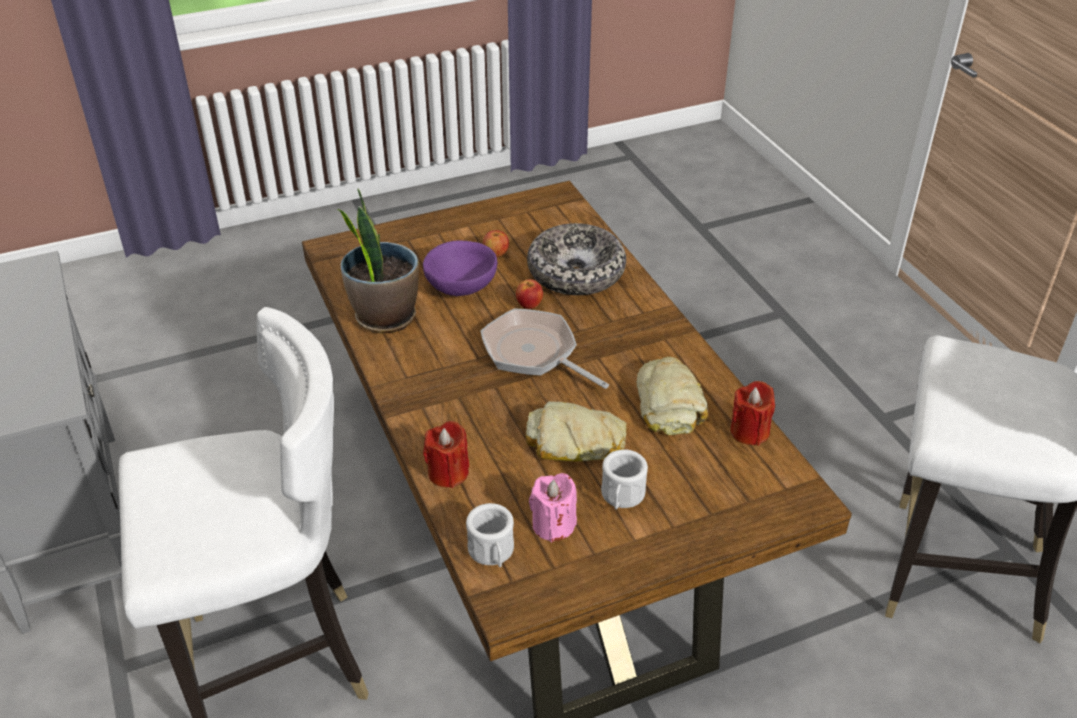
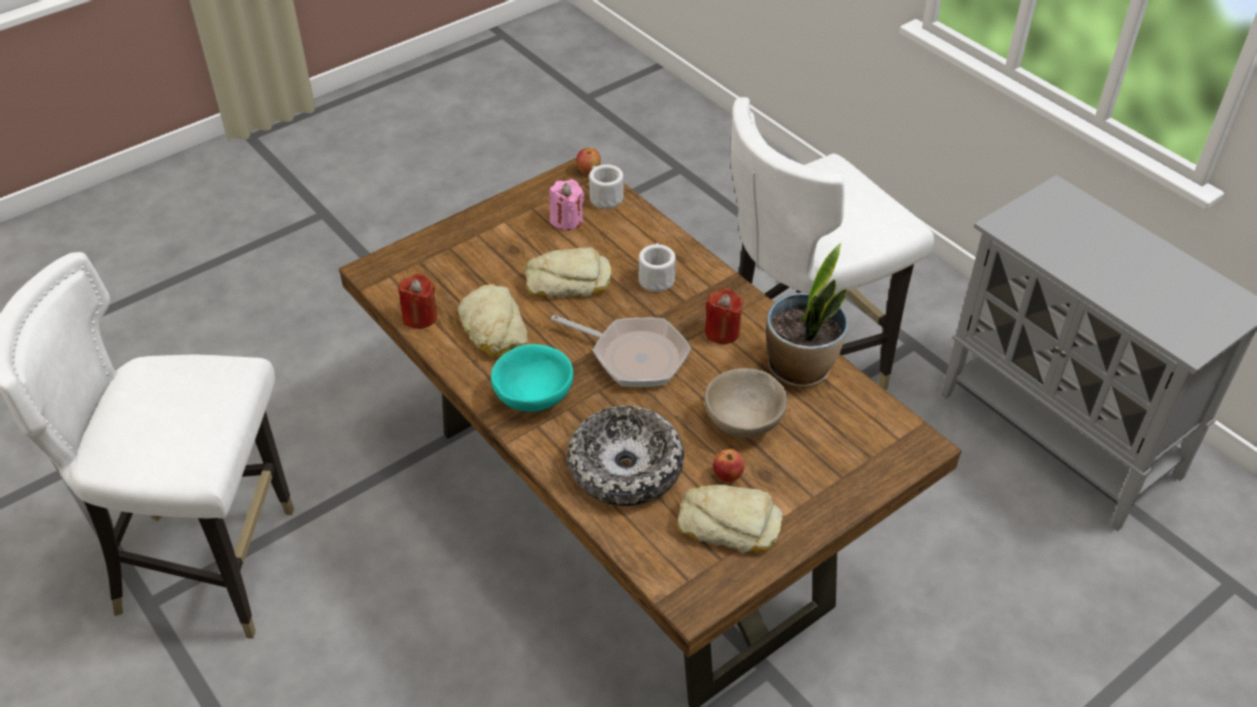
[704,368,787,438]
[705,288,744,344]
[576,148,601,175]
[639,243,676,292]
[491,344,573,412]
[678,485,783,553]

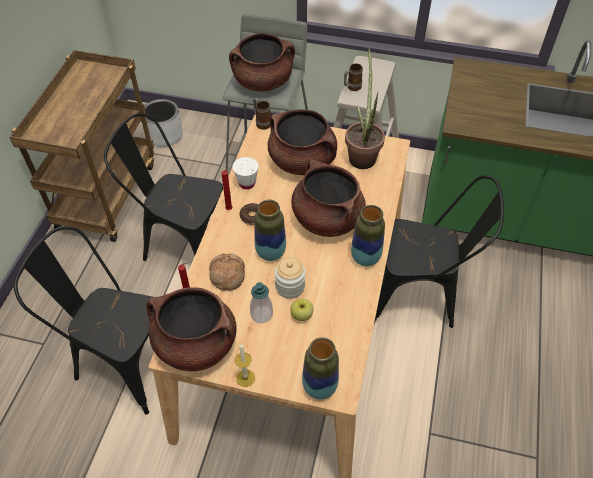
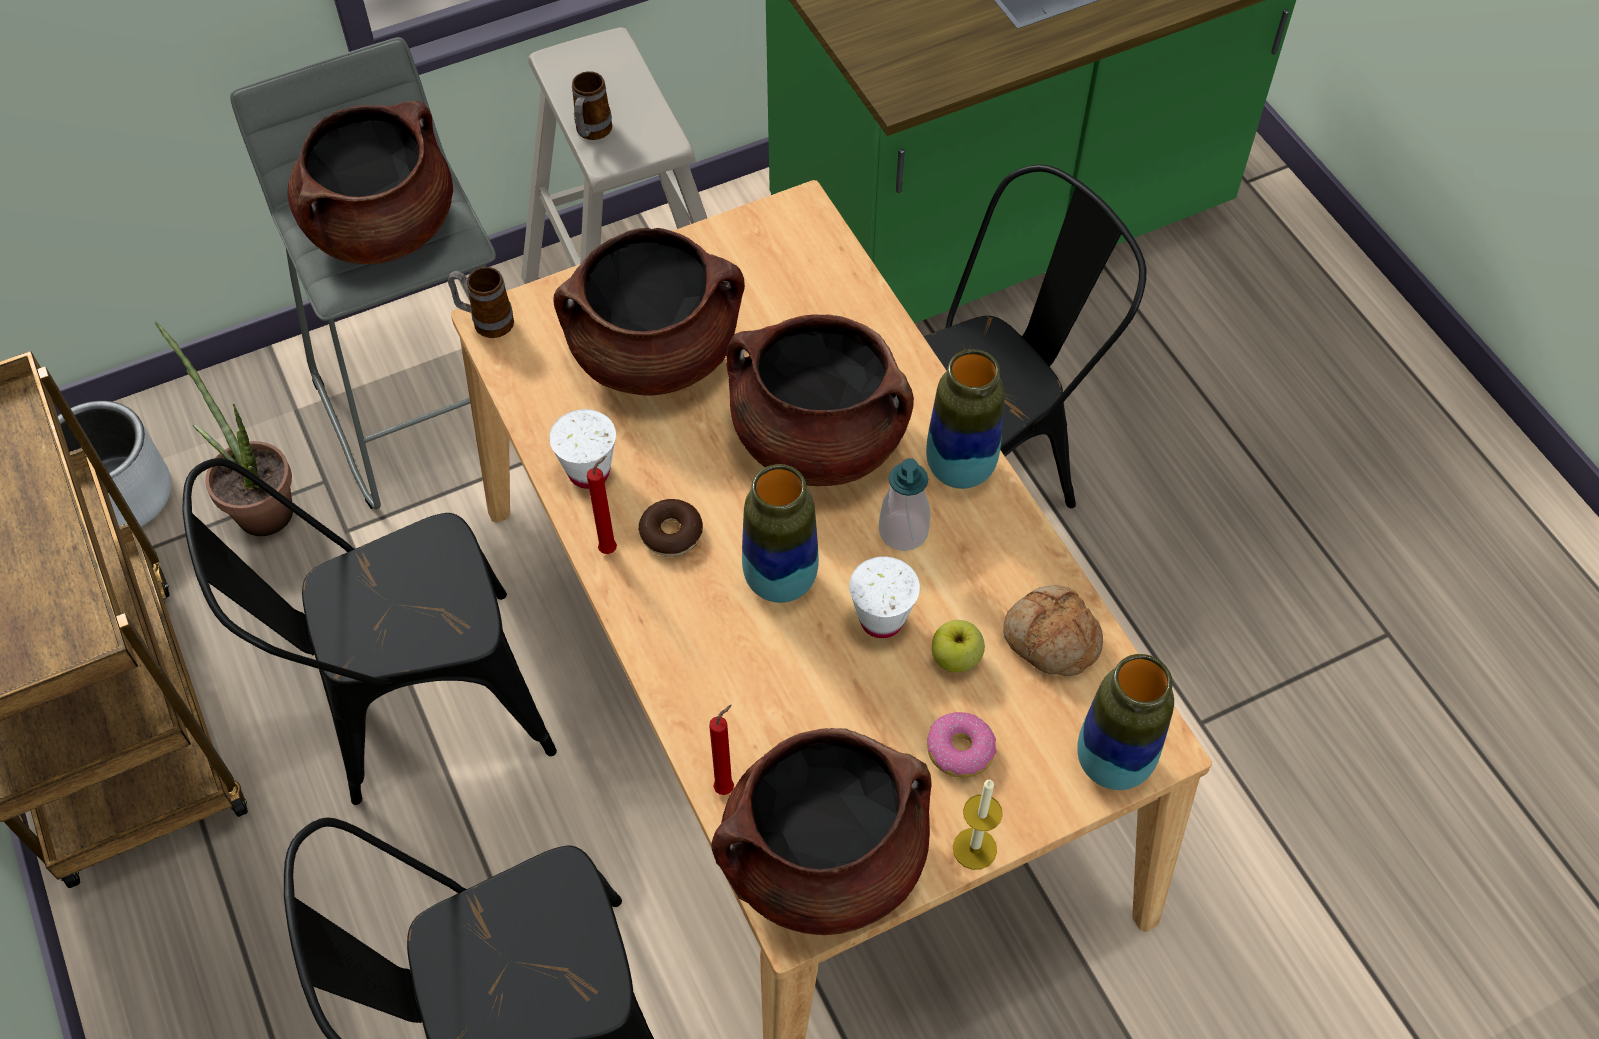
[1003,585,1103,677]
[879,458,930,551]
[849,556,920,638]
[155,322,293,536]
[927,712,996,778]

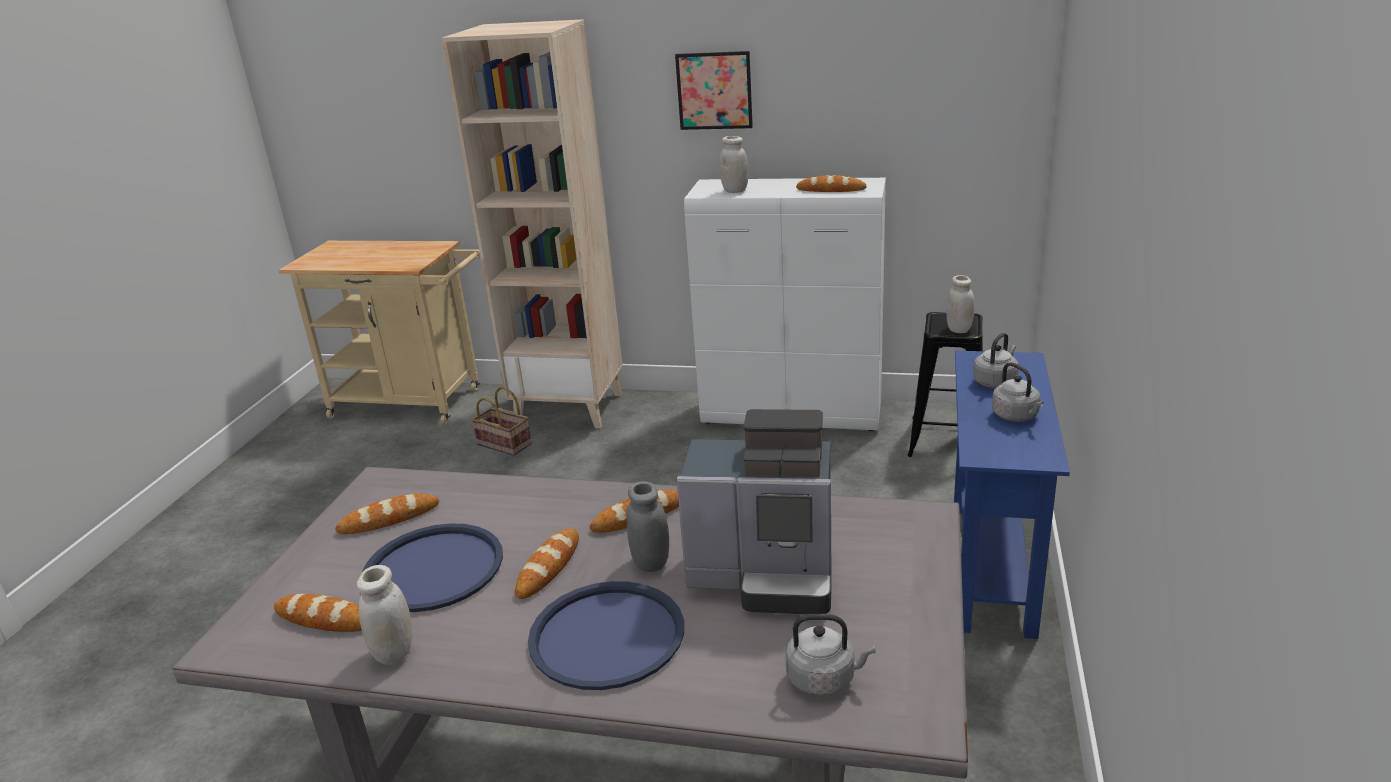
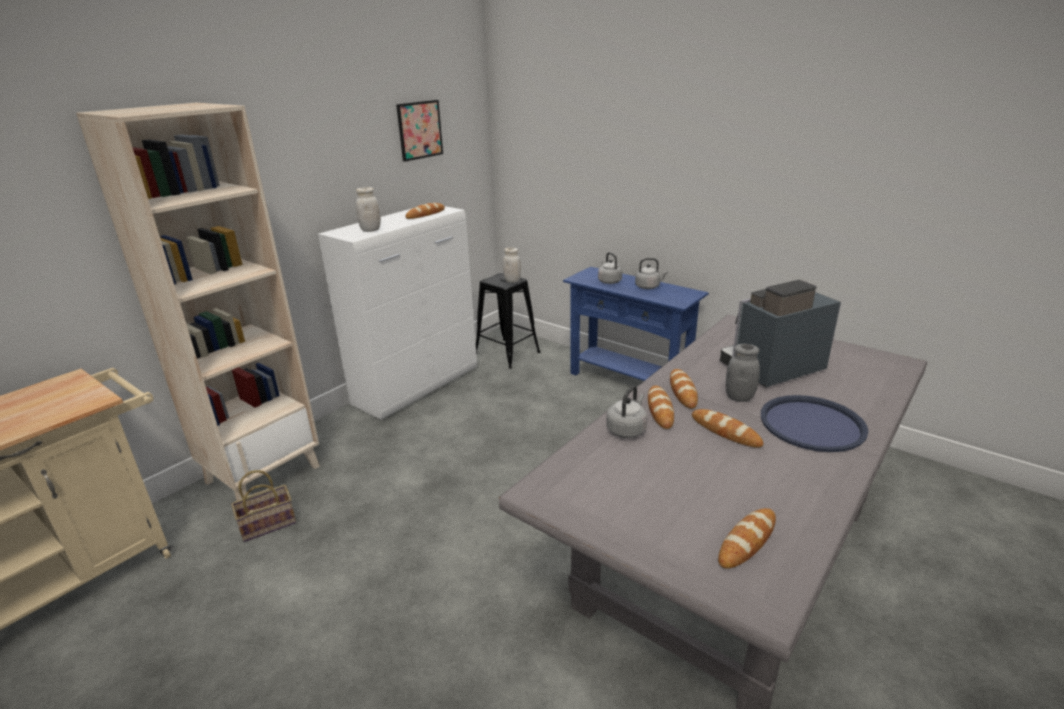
[648,386,674,429]
[357,565,412,665] (first image)
[362,523,503,612] (first image)
[396,100,443,162]
[720,280,841,387]
[606,386,647,438]

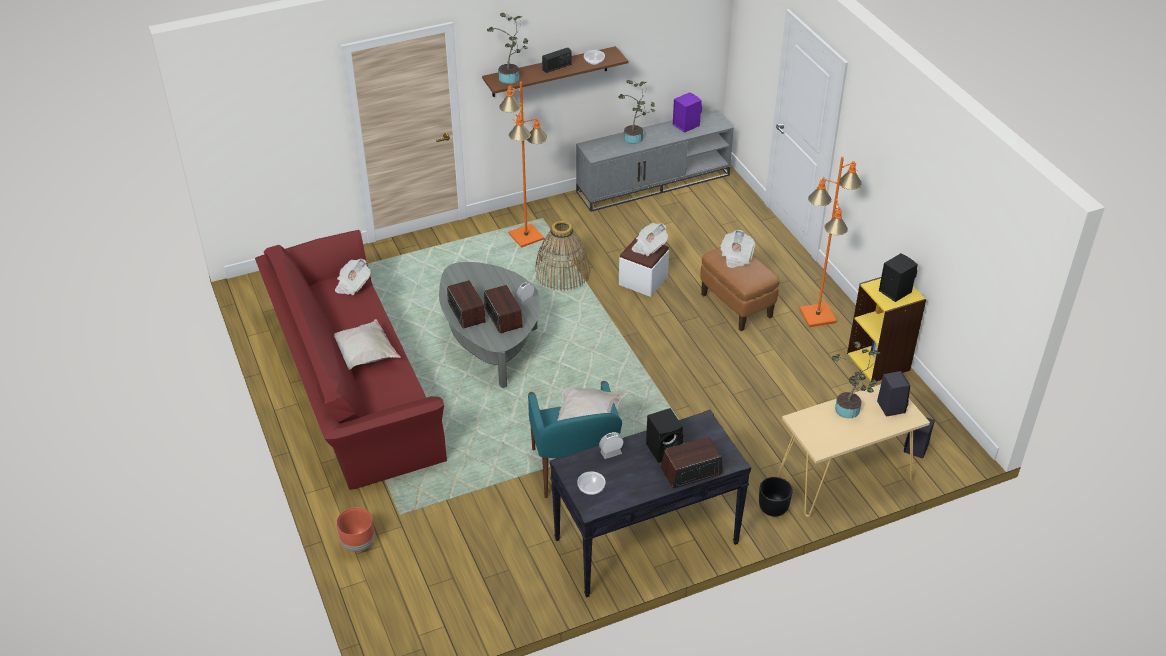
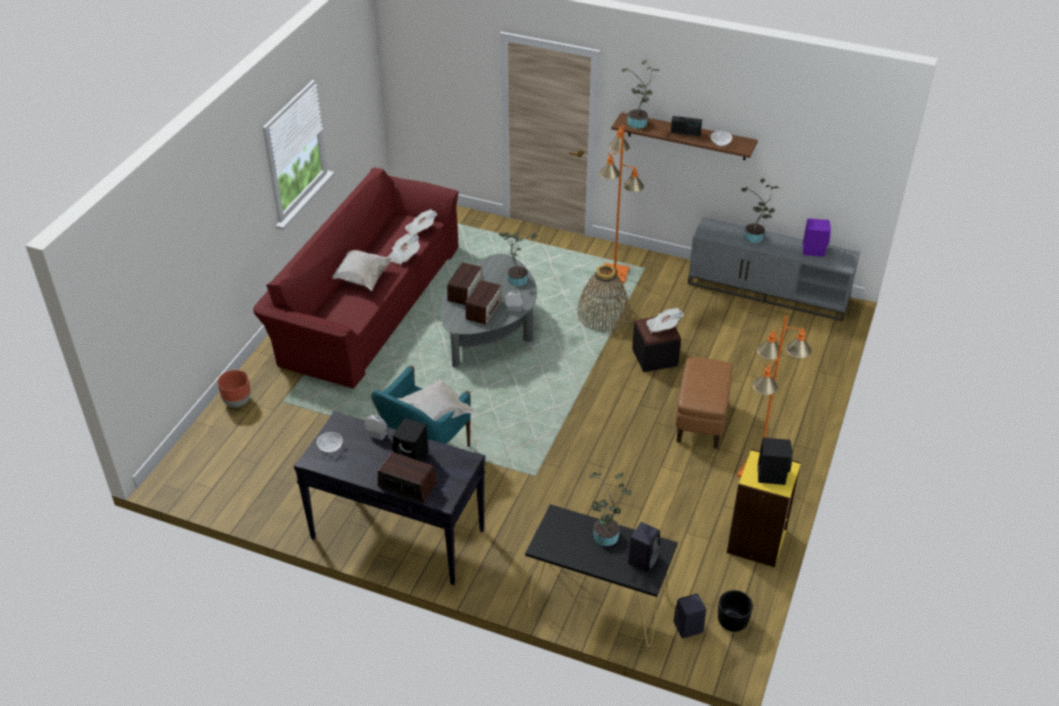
[632,316,681,372]
[388,234,420,265]
[718,590,753,632]
[525,504,678,647]
[498,232,537,286]

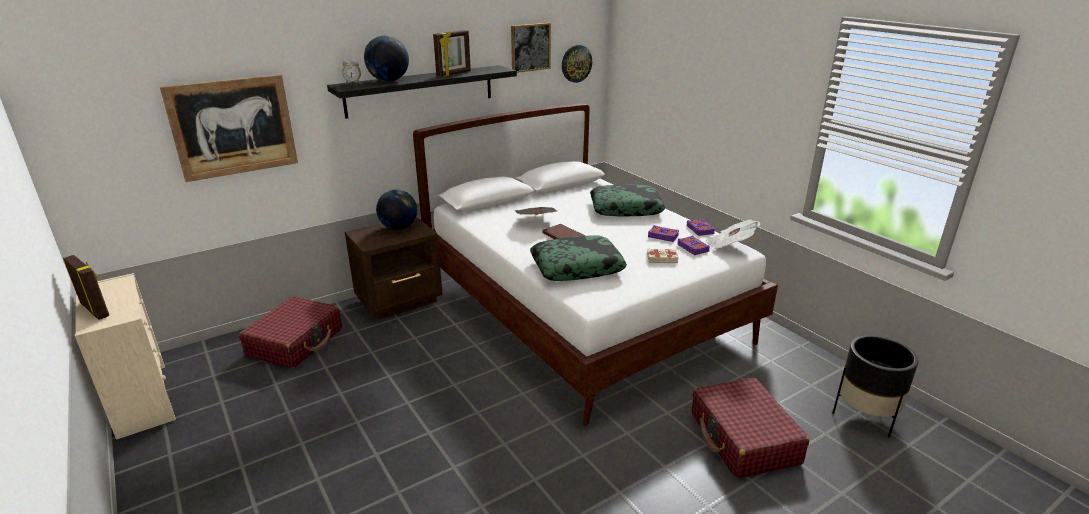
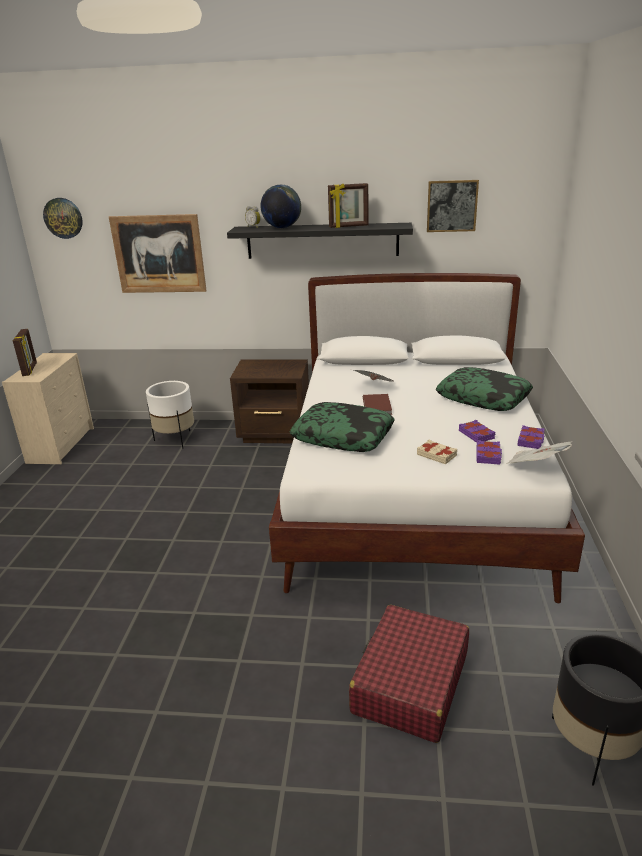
[146,381,194,448]
[376,189,417,230] (first image)
[43,198,83,239]

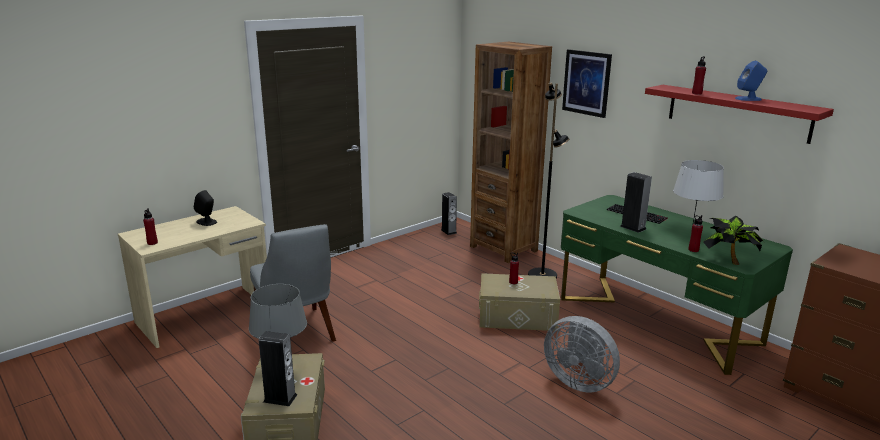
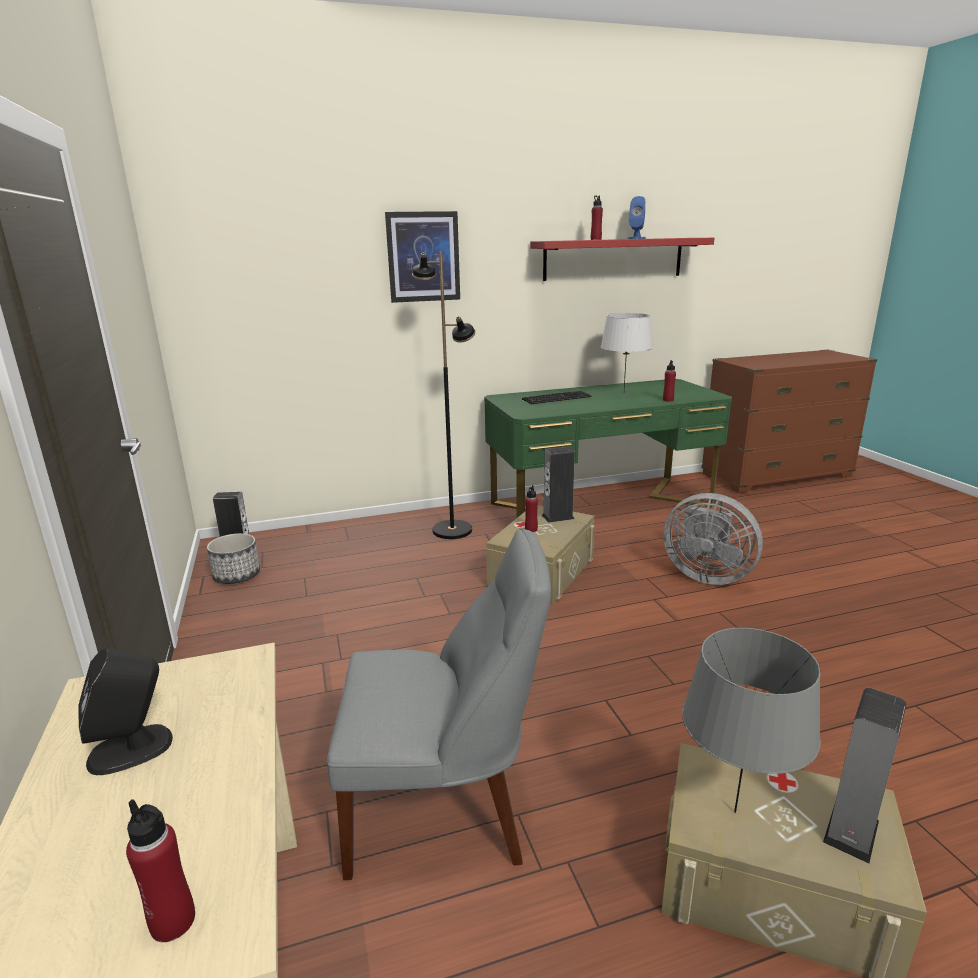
[470,42,552,263] (first image)
[664,493,763,585]
[542,446,575,523]
[703,216,763,265] (first image)
[207,533,260,584]

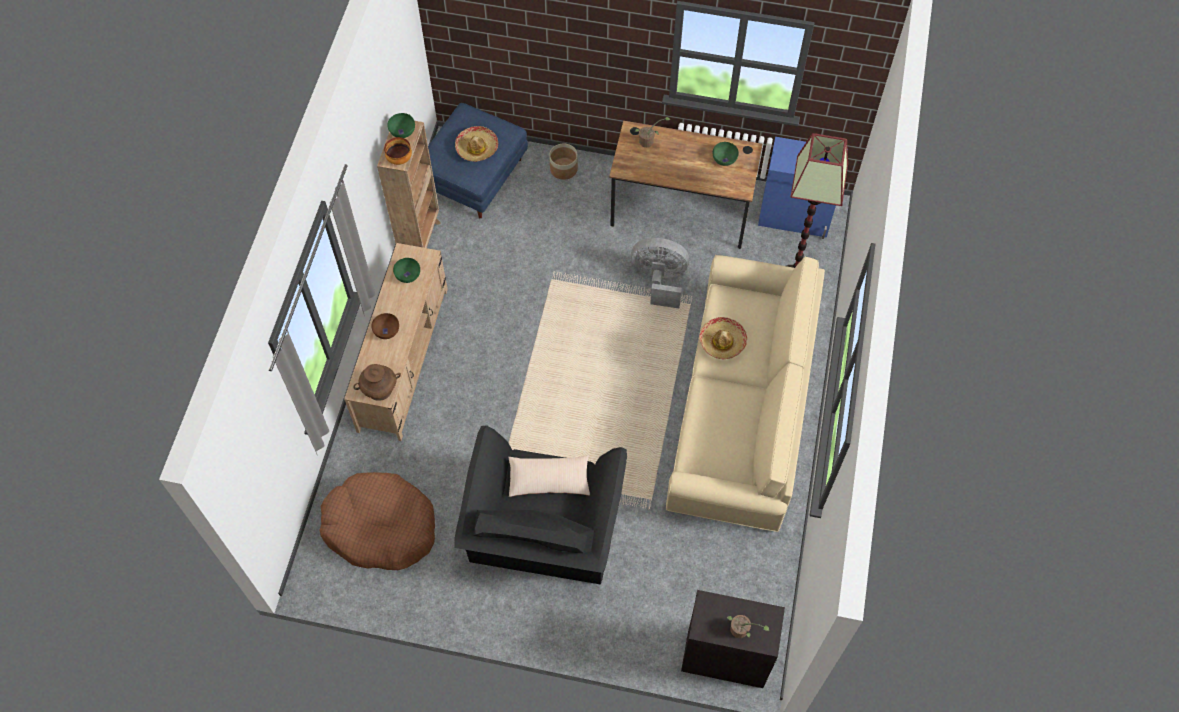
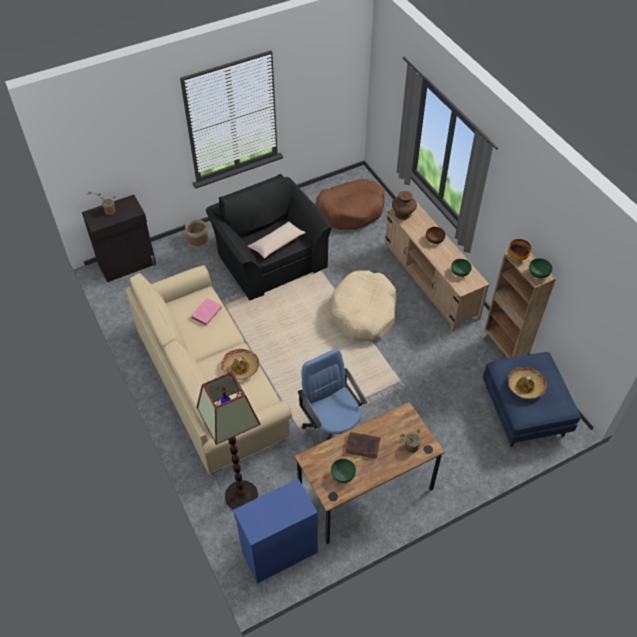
[185,219,208,246]
[298,348,367,441]
[191,298,222,326]
[330,270,397,342]
[346,432,381,459]

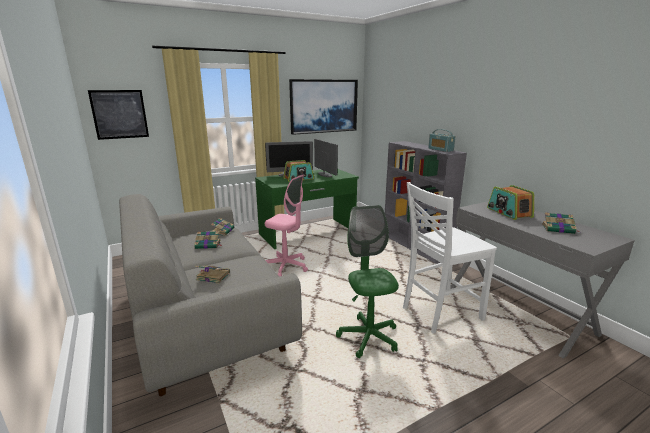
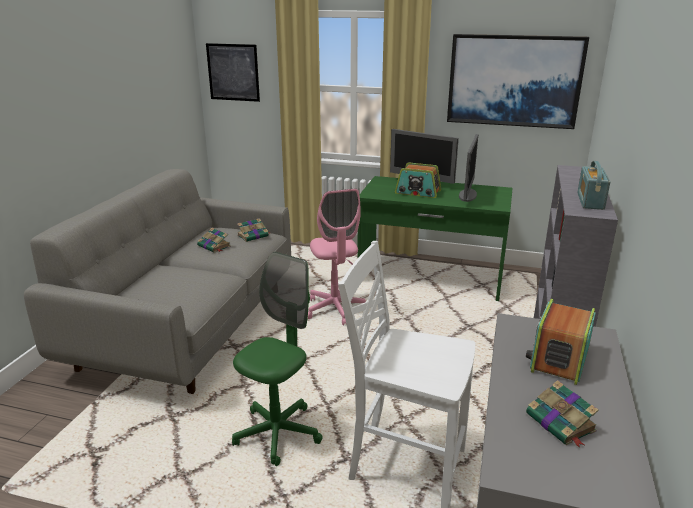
[195,266,230,283] (first image)

